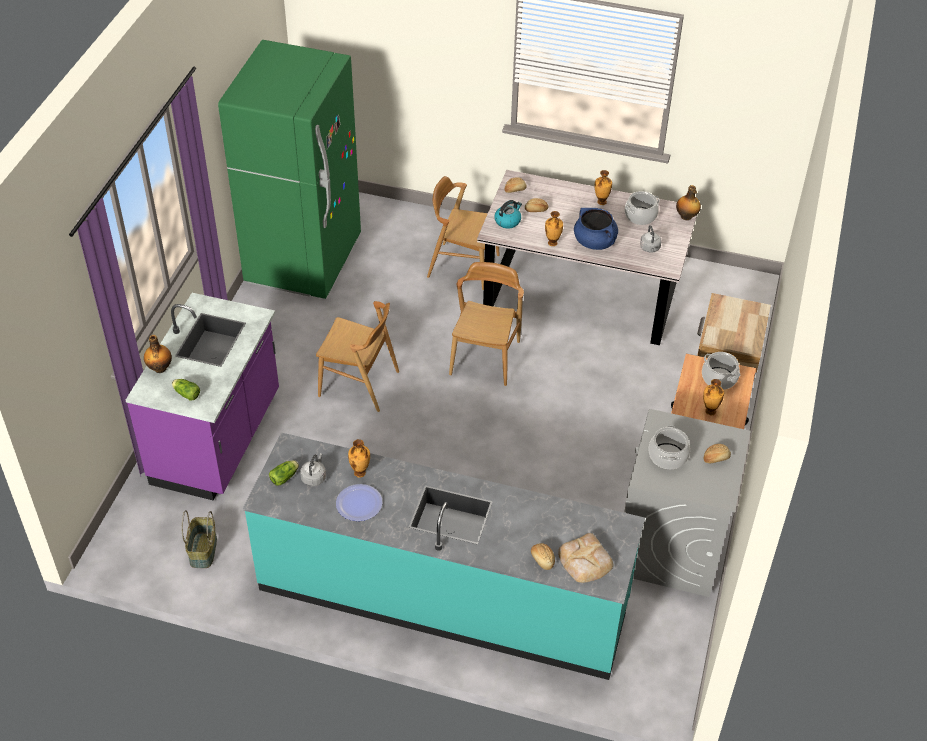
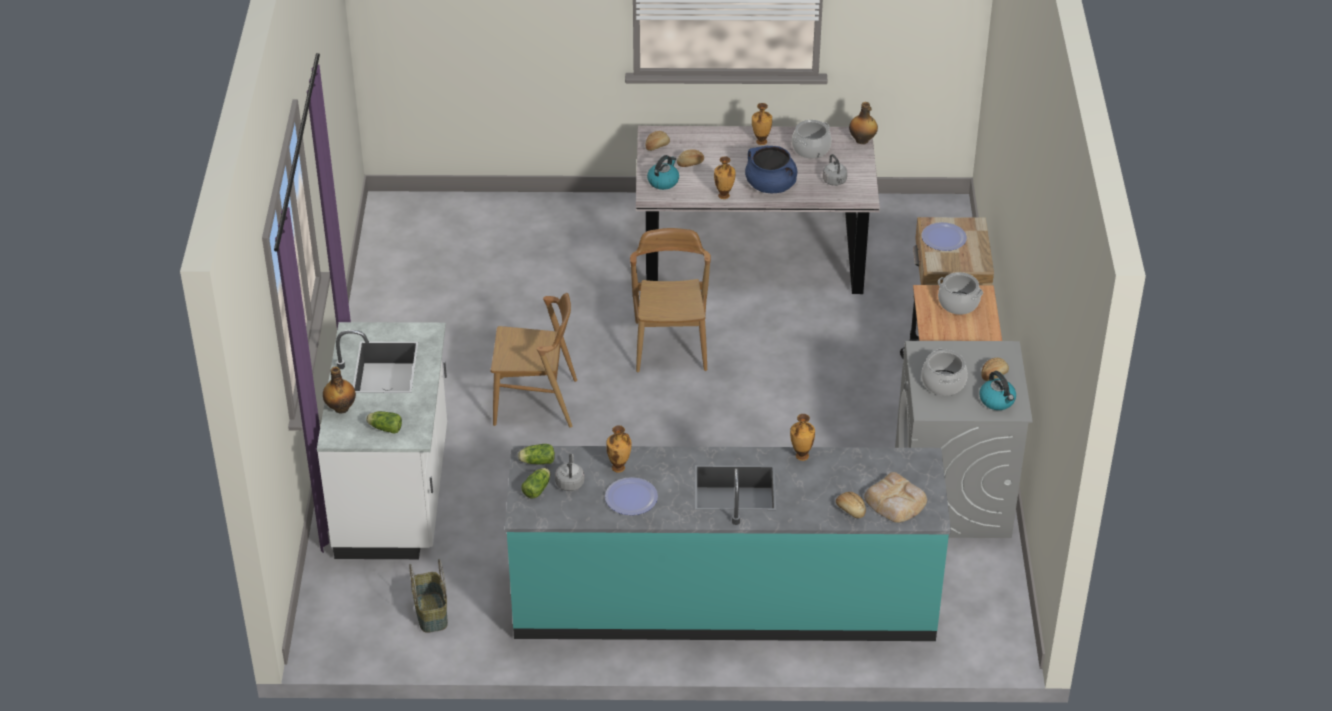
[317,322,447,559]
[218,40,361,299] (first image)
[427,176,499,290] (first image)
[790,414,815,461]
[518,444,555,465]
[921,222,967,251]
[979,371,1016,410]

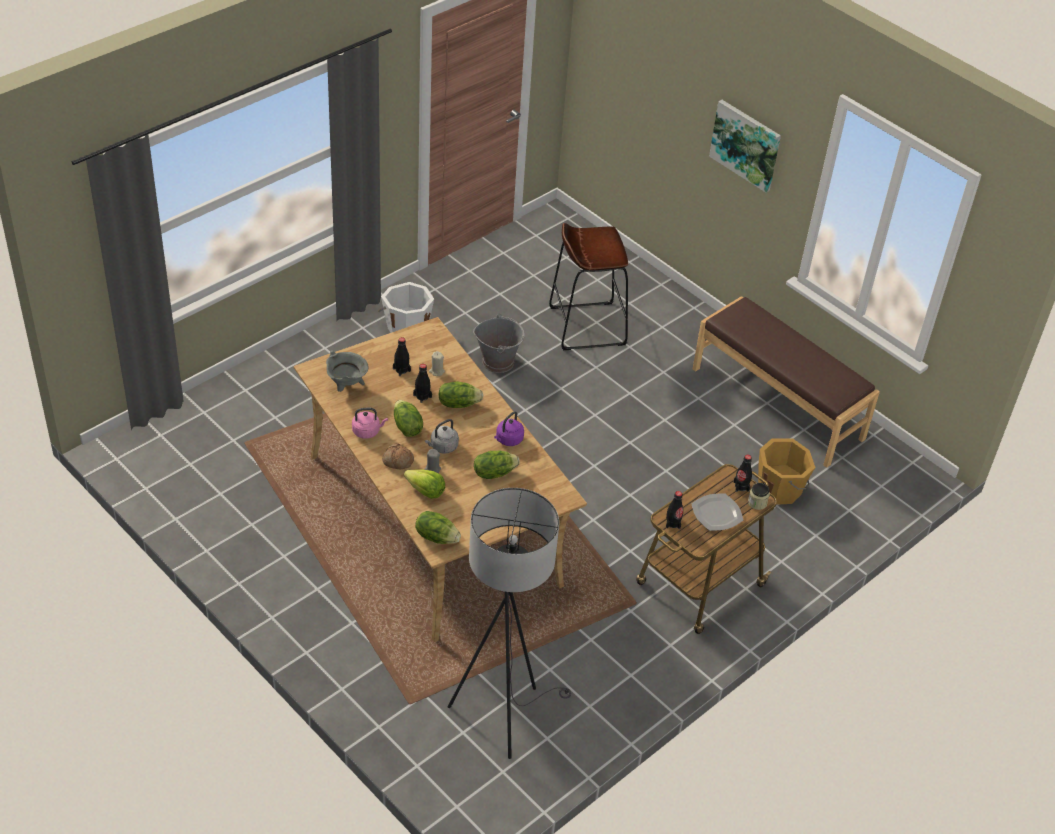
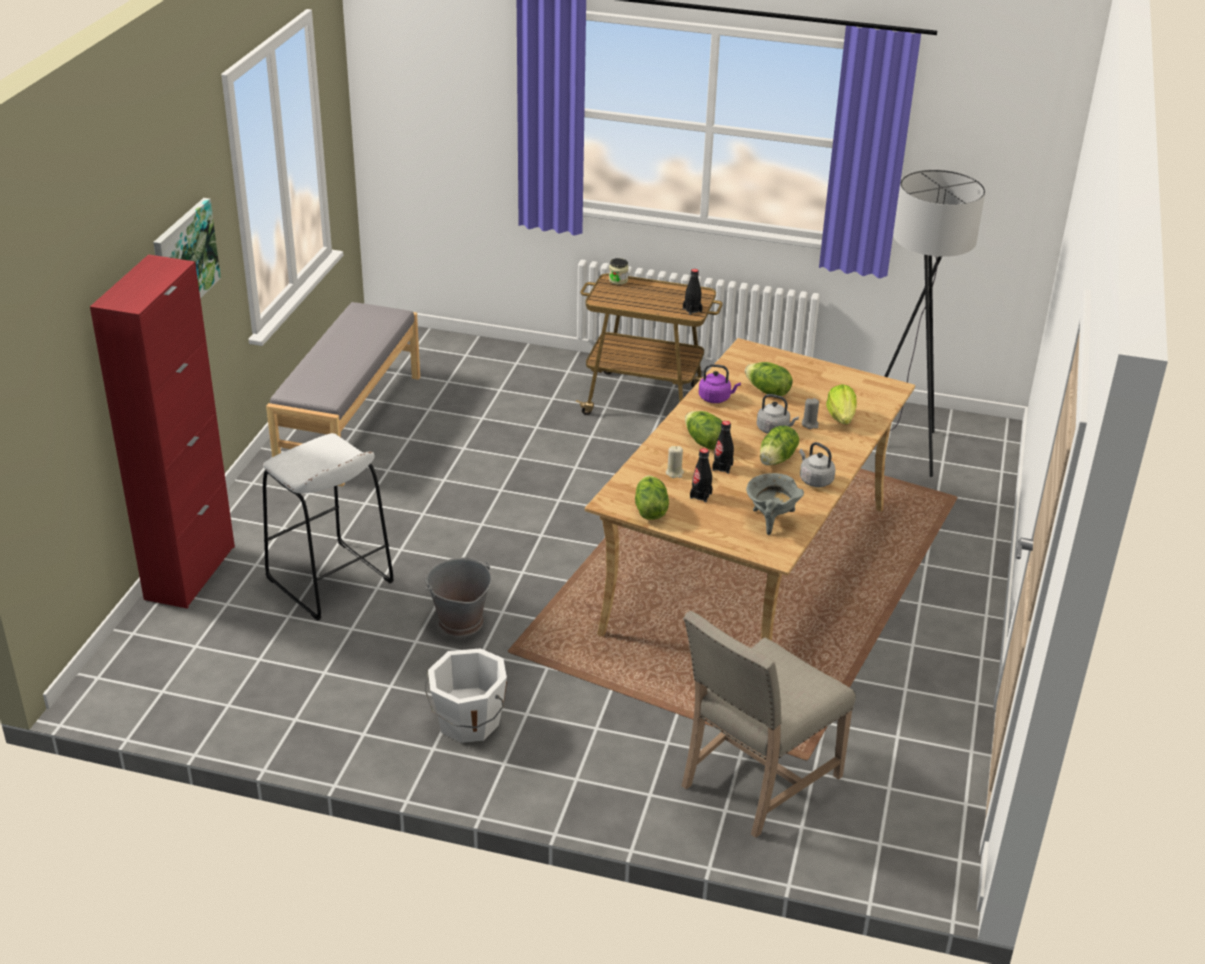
[799,442,835,487]
[382,444,414,469] (first image)
[635,475,669,520]
[263,433,394,621]
[691,493,743,531] (first image)
[266,302,420,487]
[734,455,752,492] (first image)
[758,439,816,505] (first image)
[90,254,235,608]
[681,611,856,838]

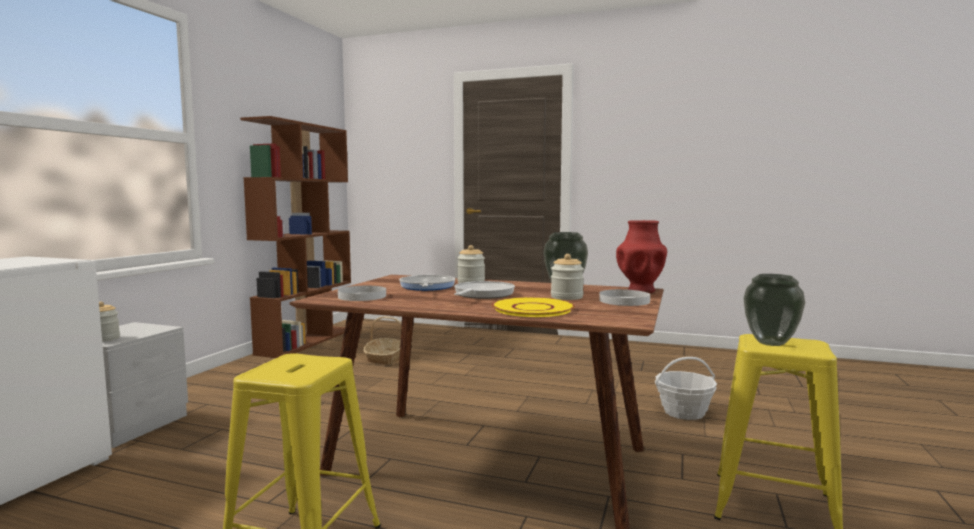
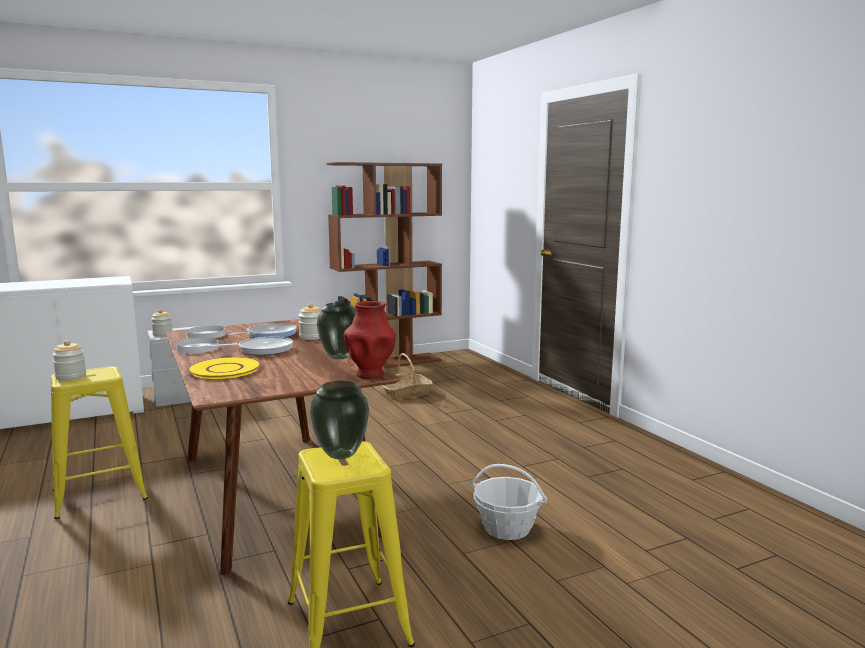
[52,340,86,381]
[176,338,219,353]

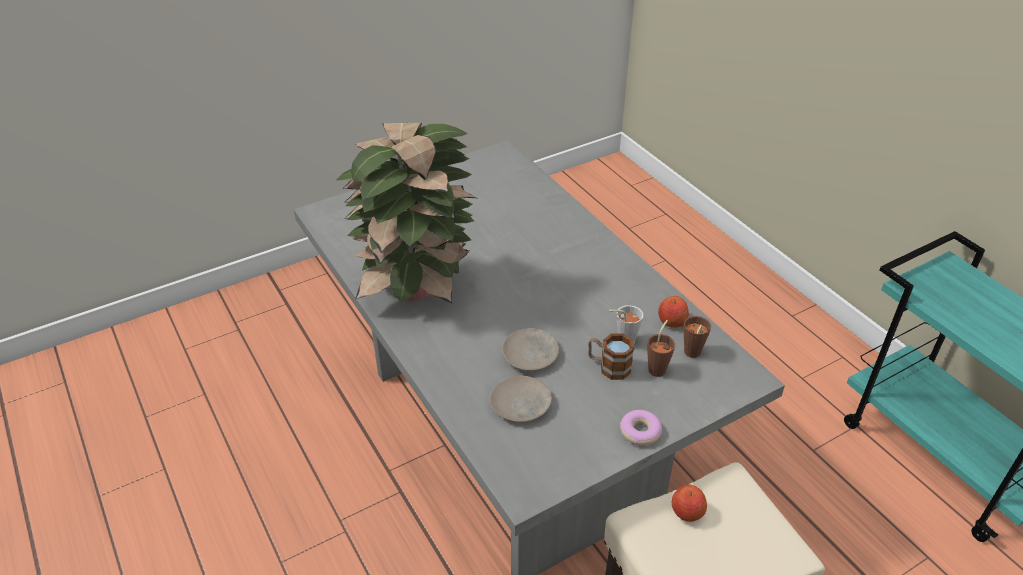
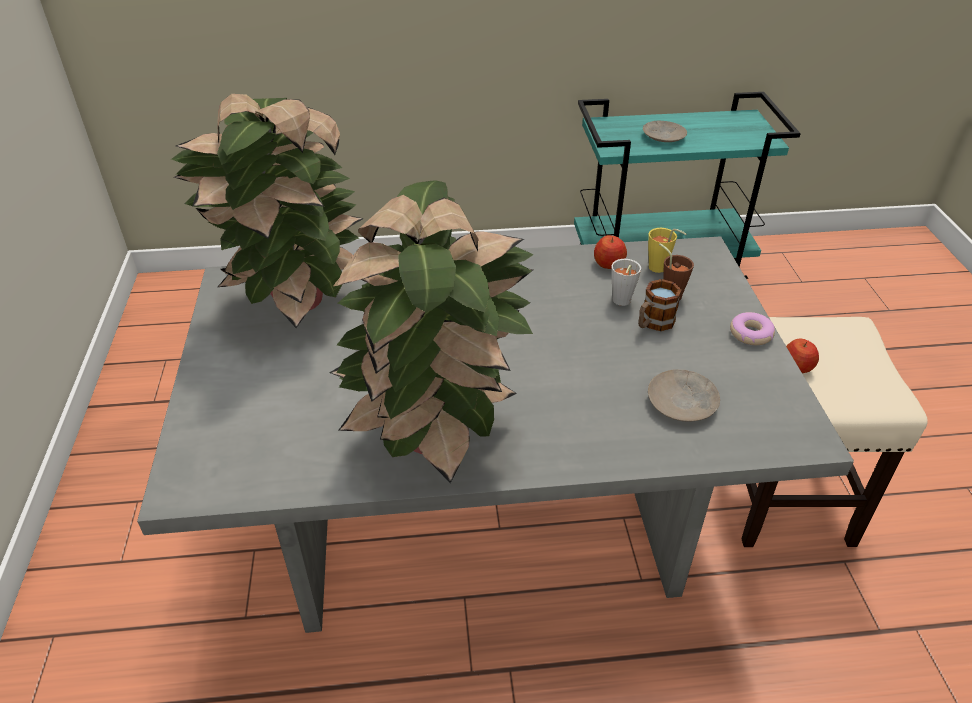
[643,120,687,142]
[648,228,686,273]
[171,94,364,328]

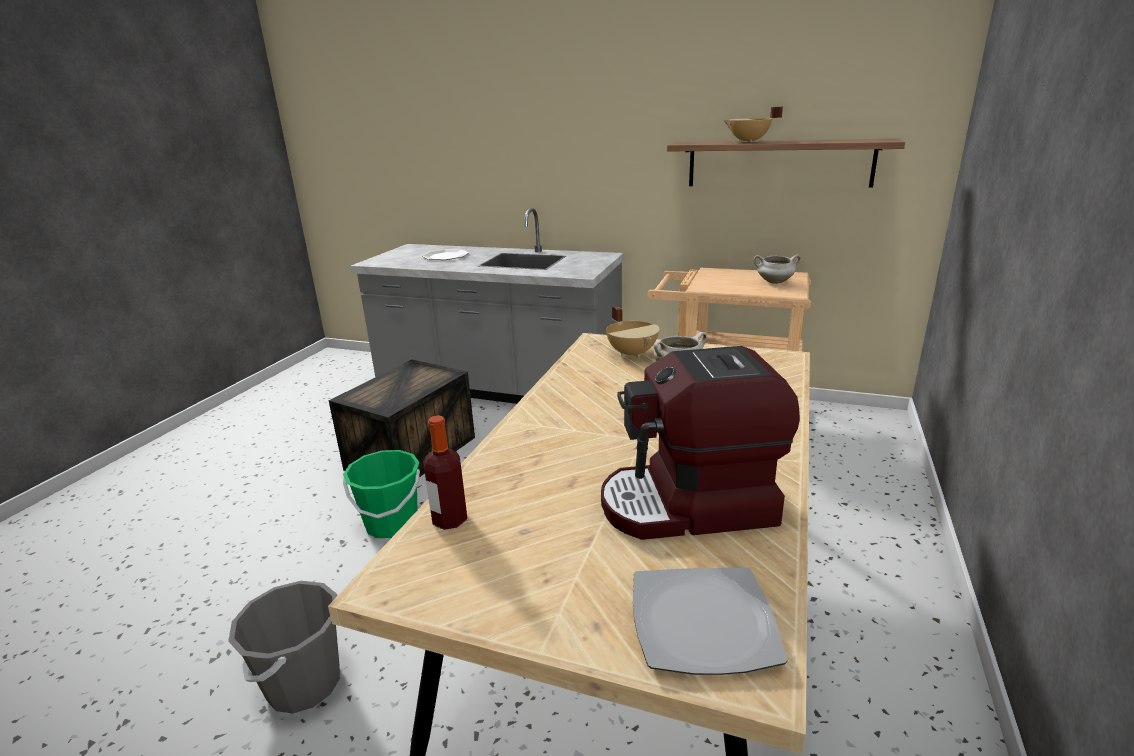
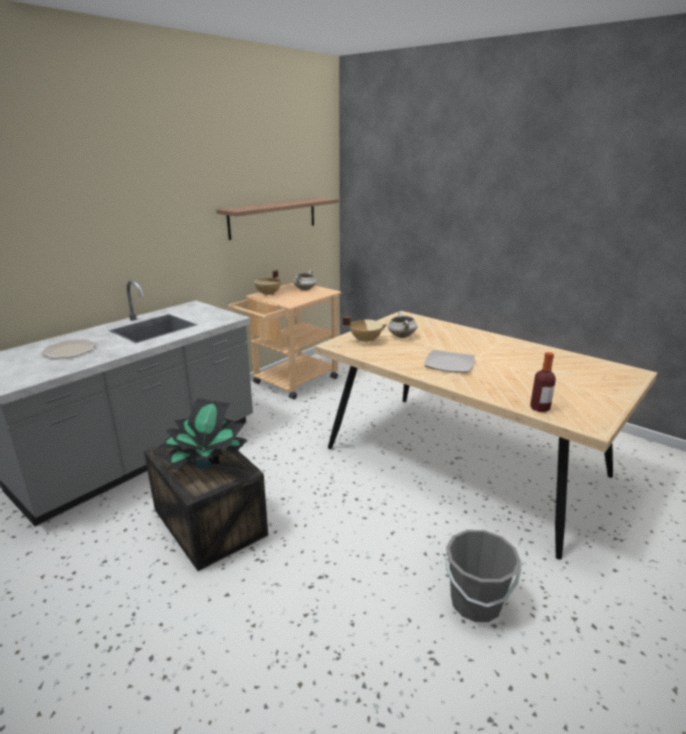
[343,450,420,538] (first image)
[601,346,800,540] (first image)
[424,350,475,373]
[254,270,281,296]
[156,398,247,470]

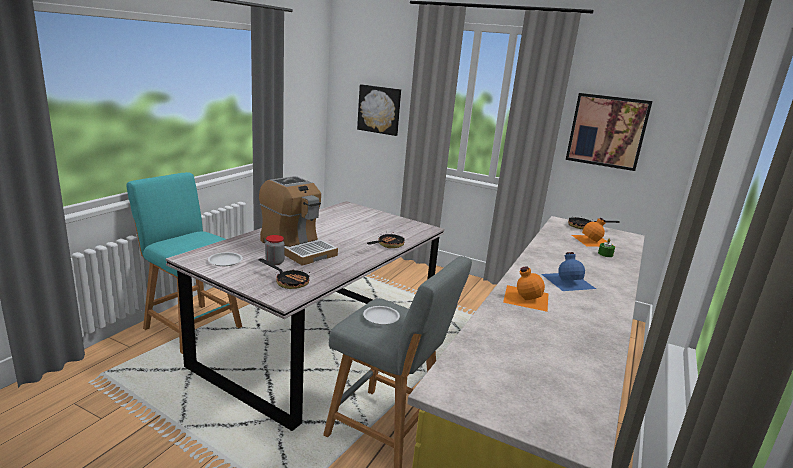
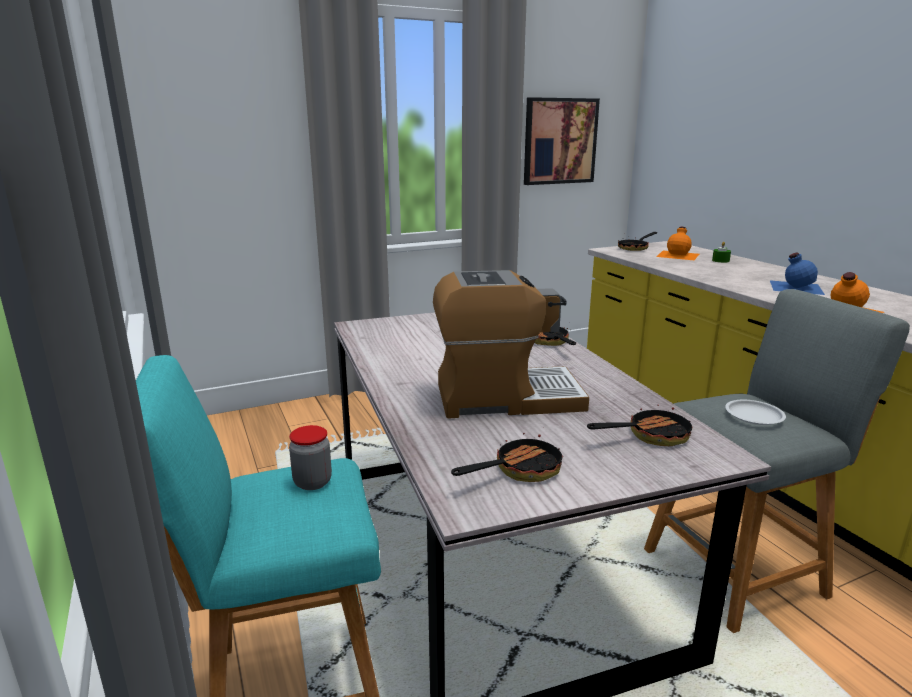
[451,427,563,482]
[289,425,332,490]
[357,84,401,136] (first image)

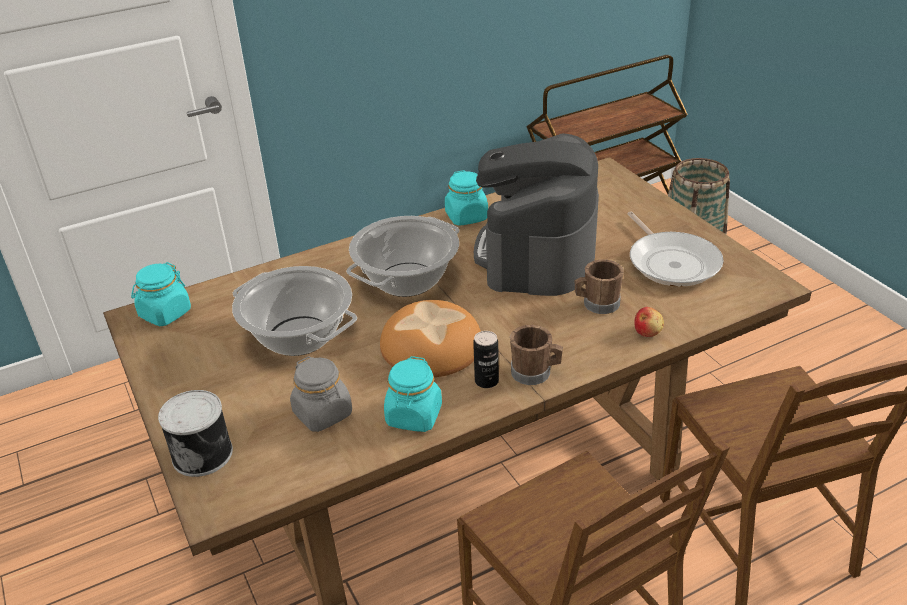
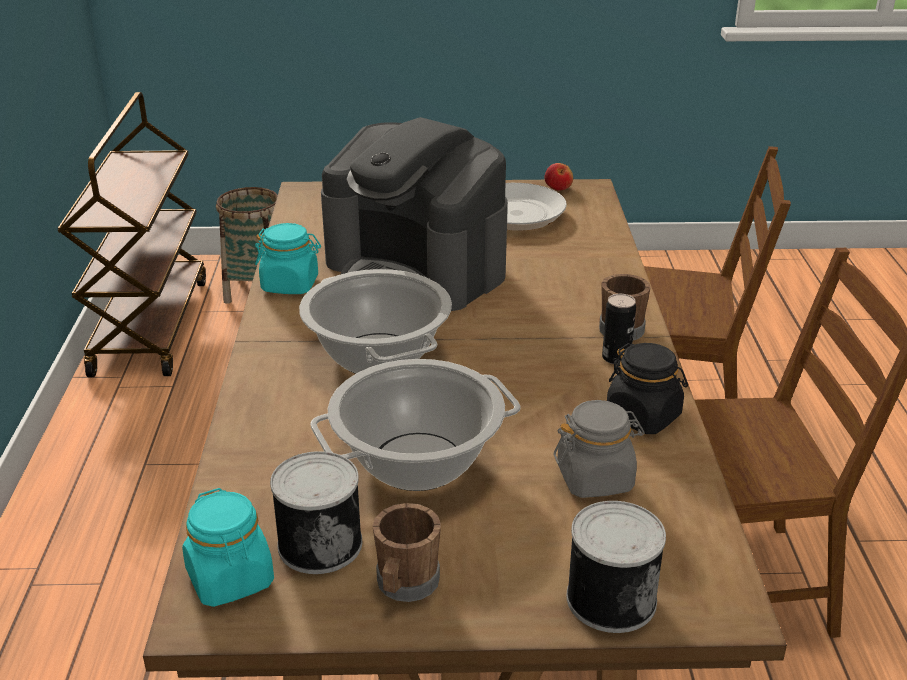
[380,300,481,377] (first image)
[607,343,688,434]
[373,503,441,602]
[544,163,573,190]
[270,451,362,574]

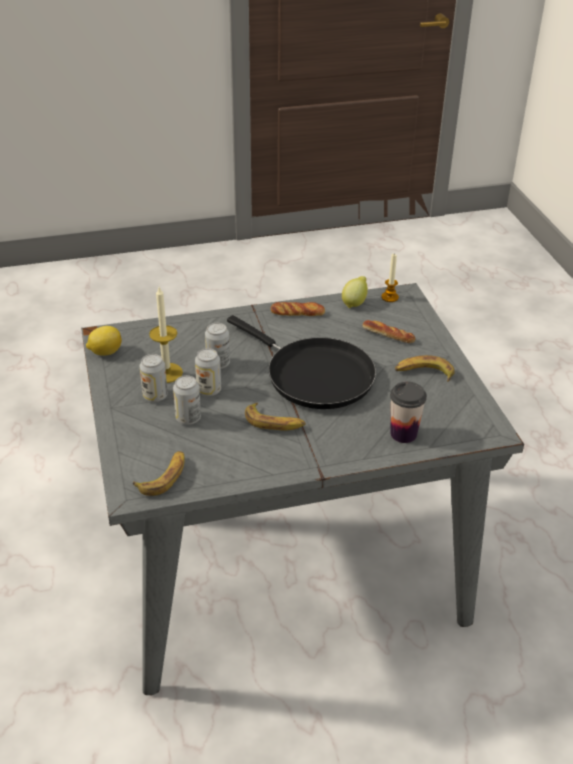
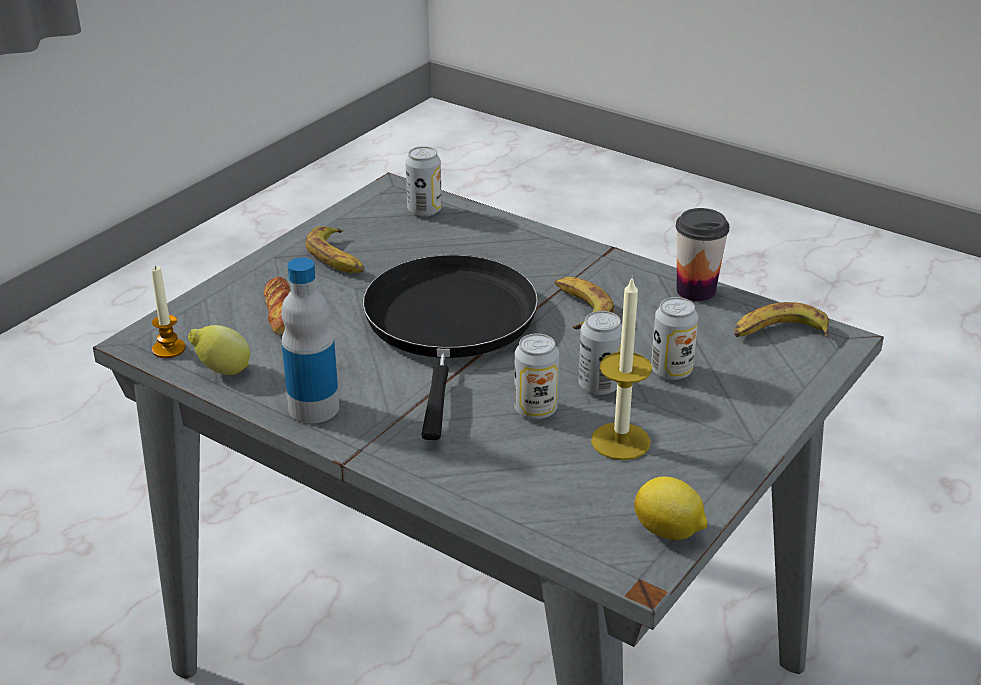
[405,146,442,217]
[281,257,339,423]
[676,208,729,301]

